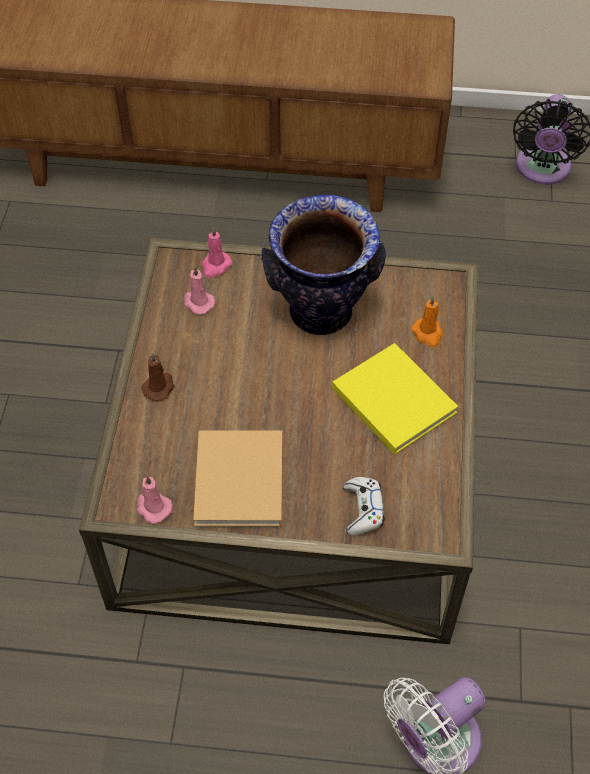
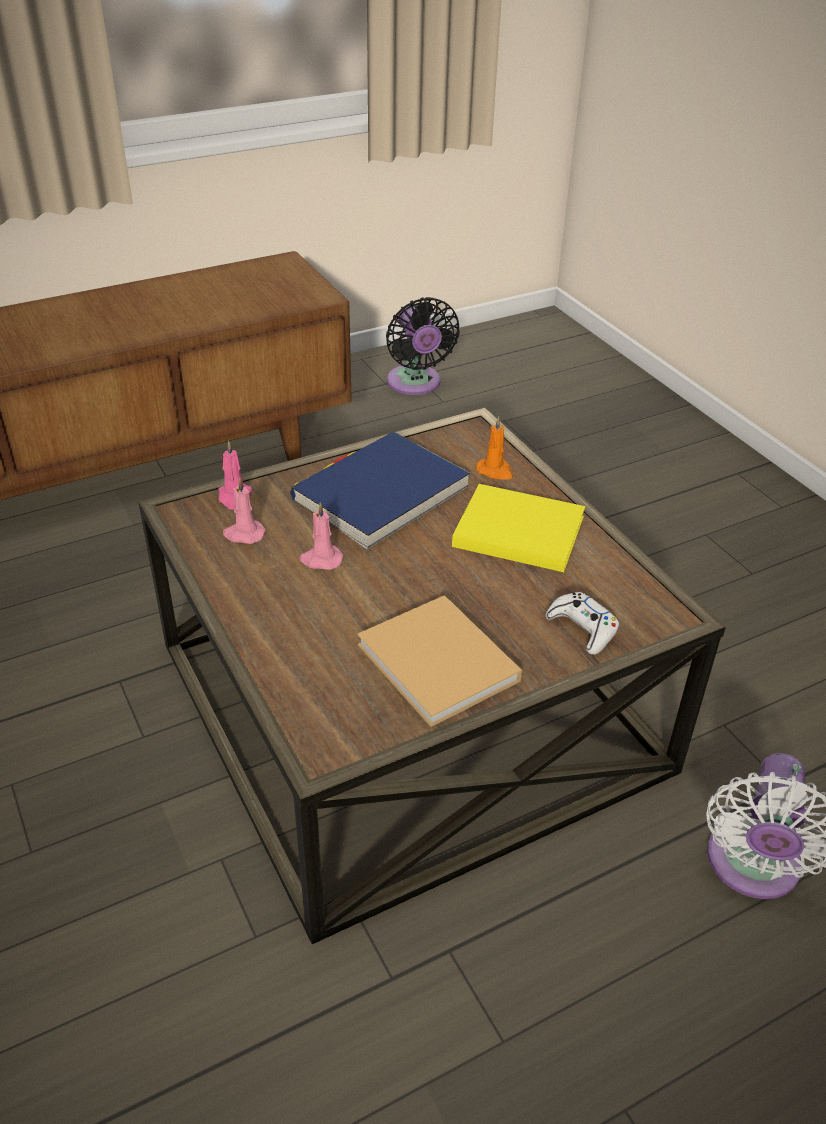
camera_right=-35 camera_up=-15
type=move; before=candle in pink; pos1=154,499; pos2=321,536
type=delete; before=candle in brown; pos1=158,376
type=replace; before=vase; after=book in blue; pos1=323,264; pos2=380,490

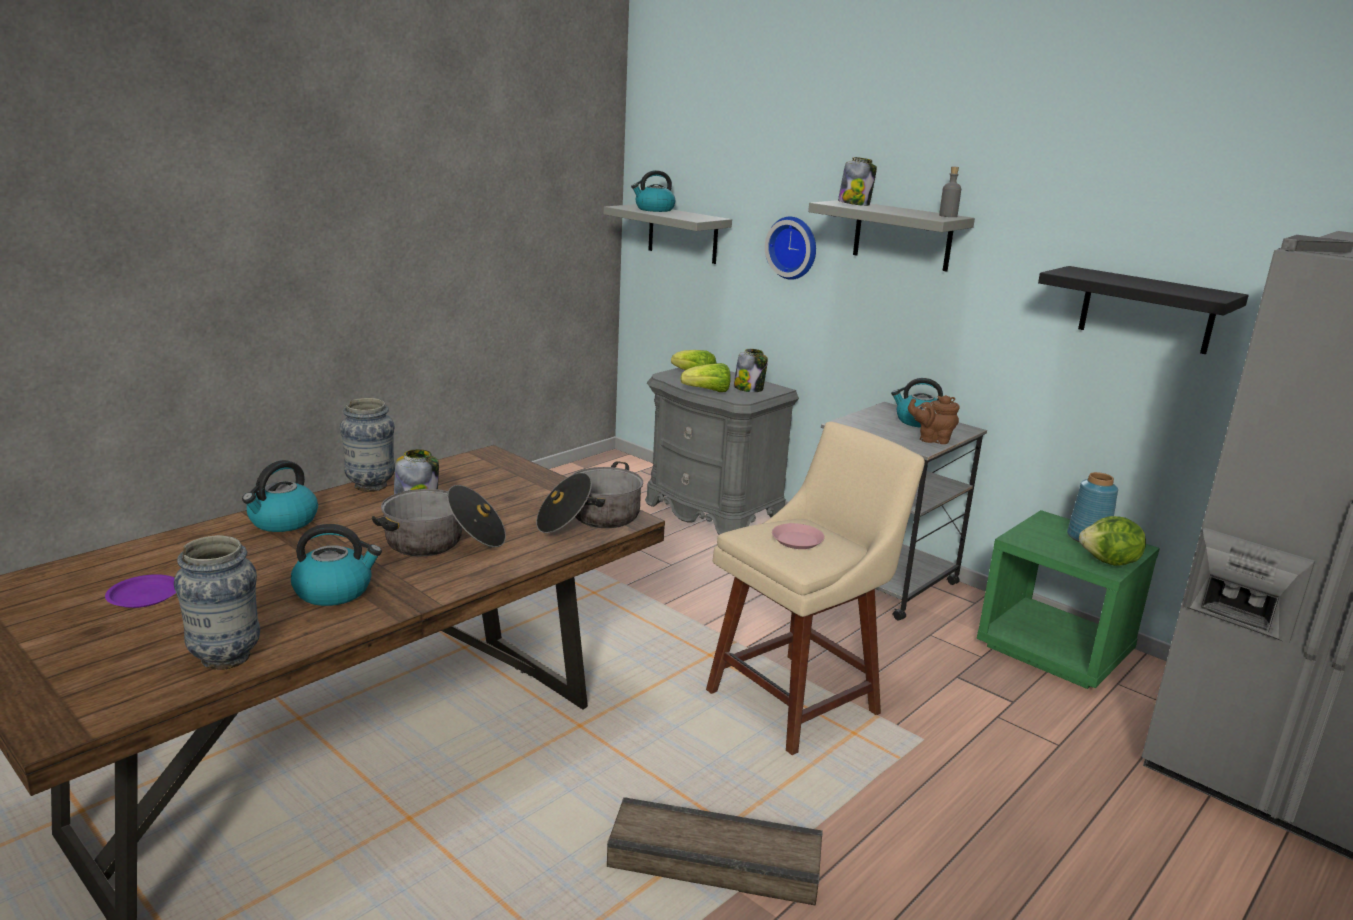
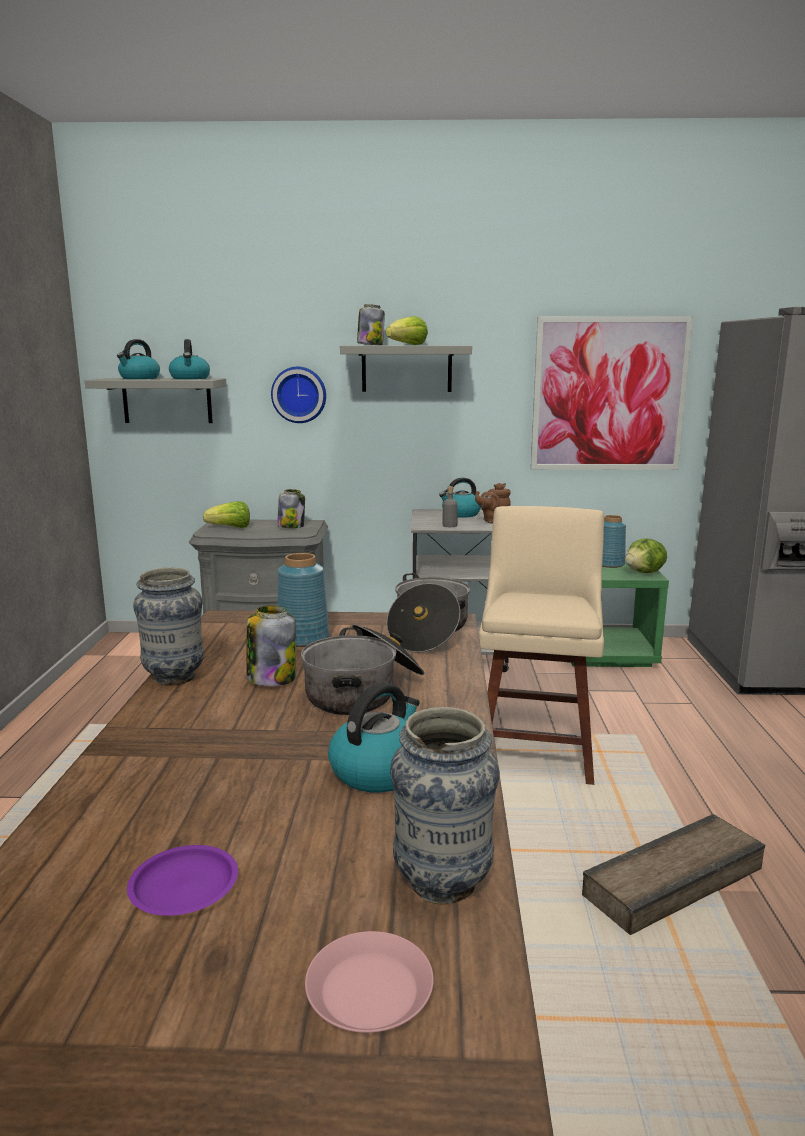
camera_right=-40 camera_up=-5
type=move; before=kettle; pos1=280,496; pos2=189,359
type=move; before=lettuce; pos1=705,377; pos2=407,330
type=move; before=plate in pink; pos1=798,536; pos2=369,982
type=move; before=bottle in grey; pos1=950,192; pos2=450,506
type=replace; before=shelf in black; after=picture; pos1=1143,310; pos2=612,393
type=insert; after=vase in blue; pos2=303,600

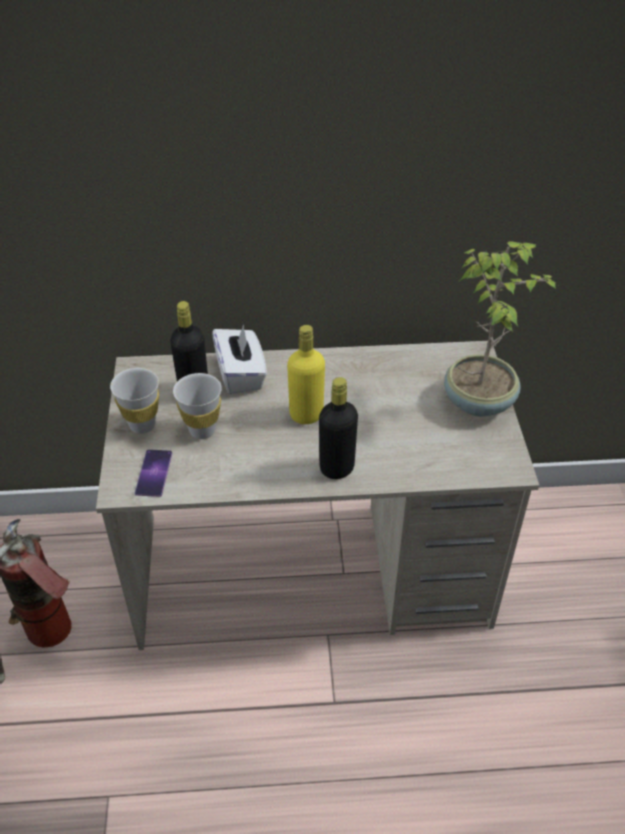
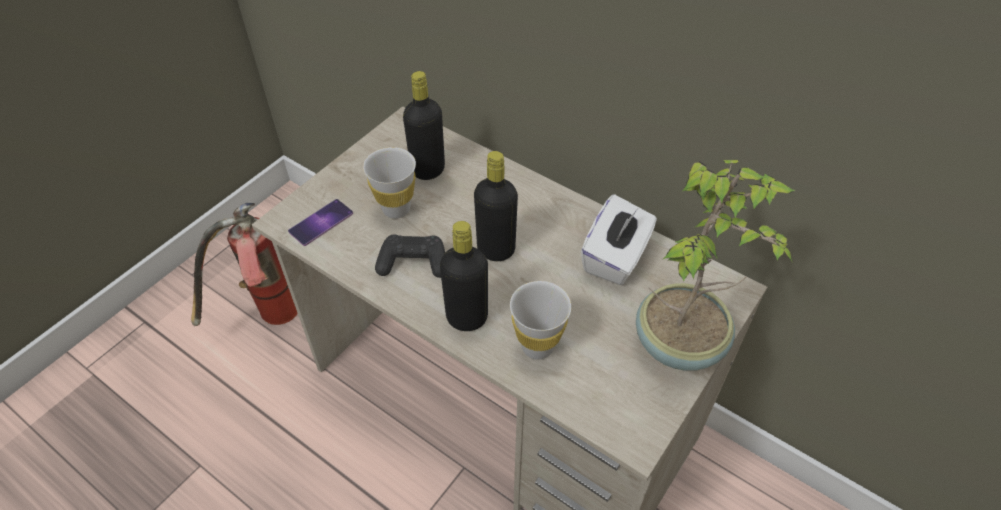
camera_right=40 camera_up=5
type=move; before=cup in white; pos1=134,401; pos2=540,320
type=move; before=tissue box in white; pos1=239,359; pos2=619,239
type=recolor; before=bottle in yellow; after=bottle in black; pos1=306,374; pos2=496,206
type=insert; after=game controller in black; pos2=410,256

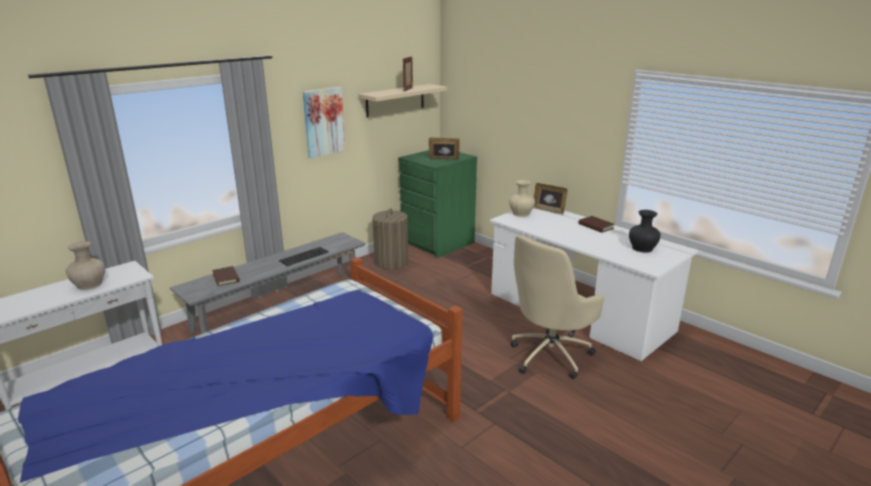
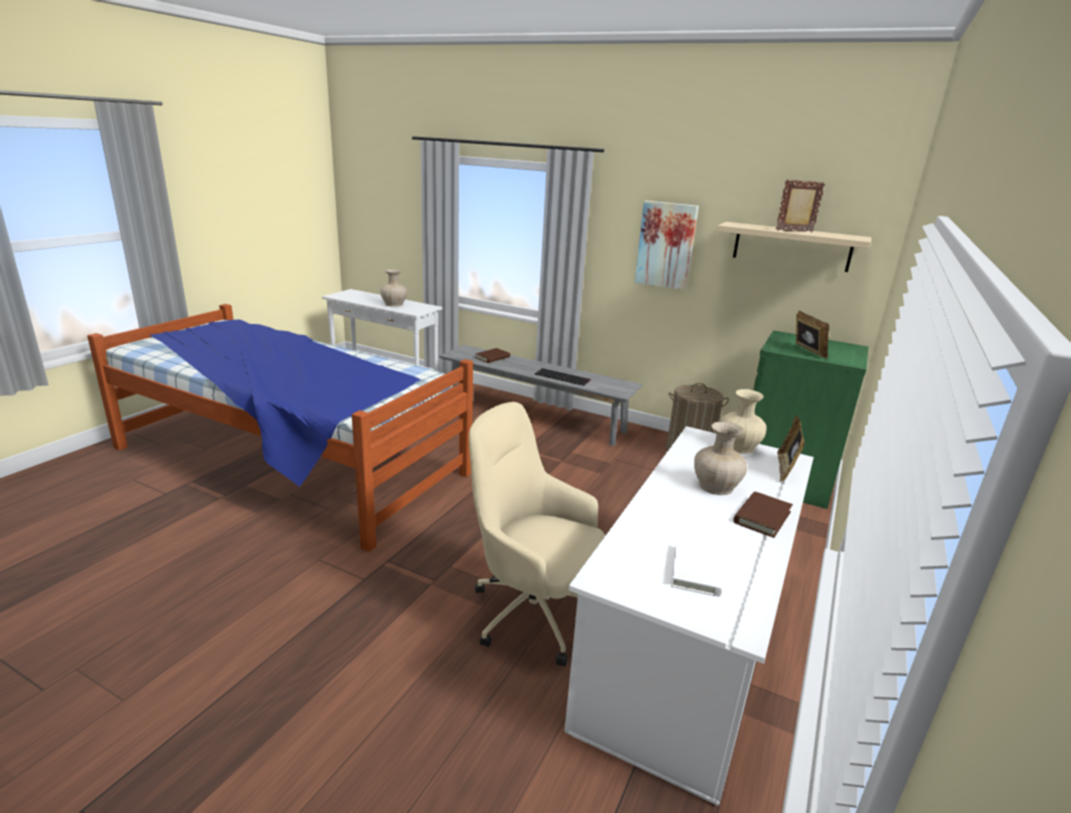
camera_right=70 camera_up=0
type=replace; before=vase in black; after=book in white; pos1=645,231; pos2=696,568
type=insert; after=vase in beige; pos2=720,458

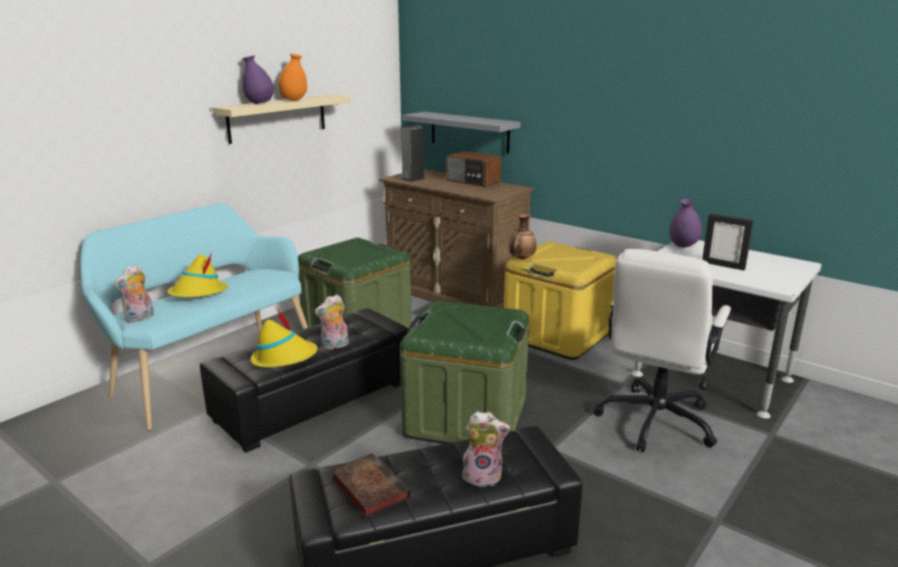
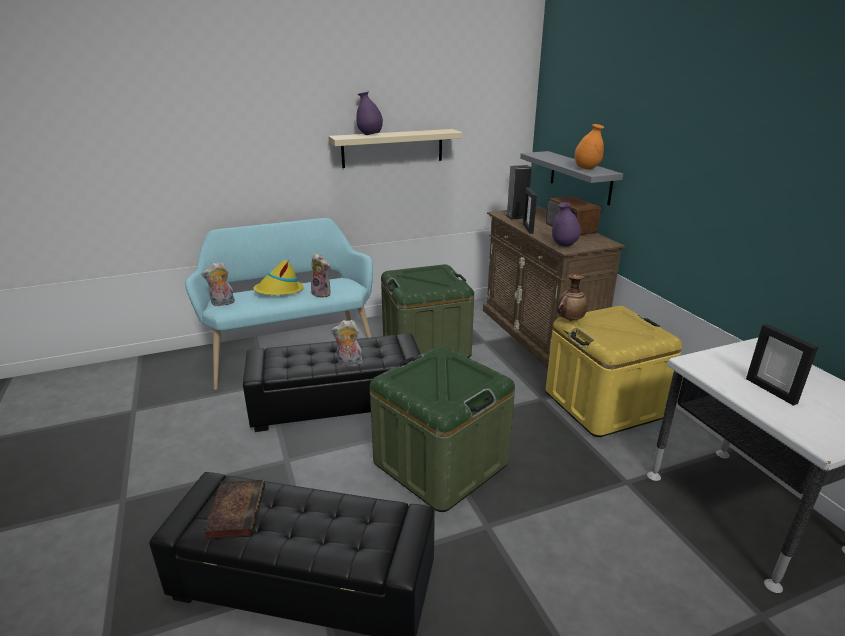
camera_right=30 camera_up=5
type=delete; before=hat in yellow; pos1=284,338
type=move; before=vase in orange; pos1=292,77; pos2=589,147
type=move; before=plush toy; pos1=486,449; pos2=321,275
type=delete; before=office chair in white; pos1=662,350
type=move; before=vase in purple; pos1=685,223; pos2=566,224
type=insert; after=picture frame; pos2=530,210

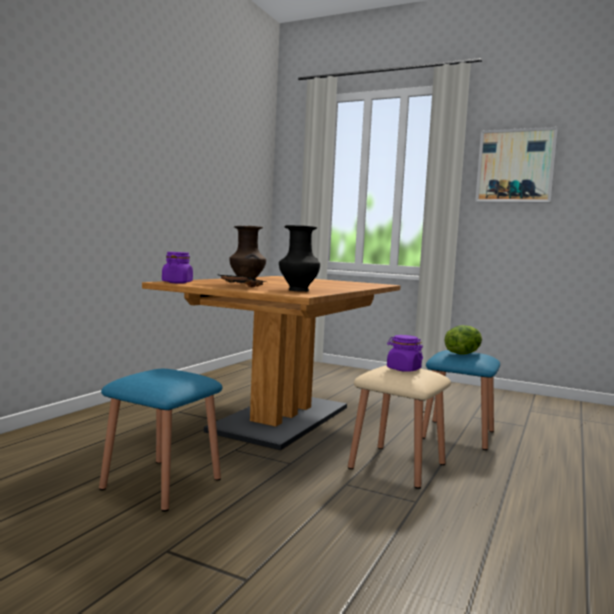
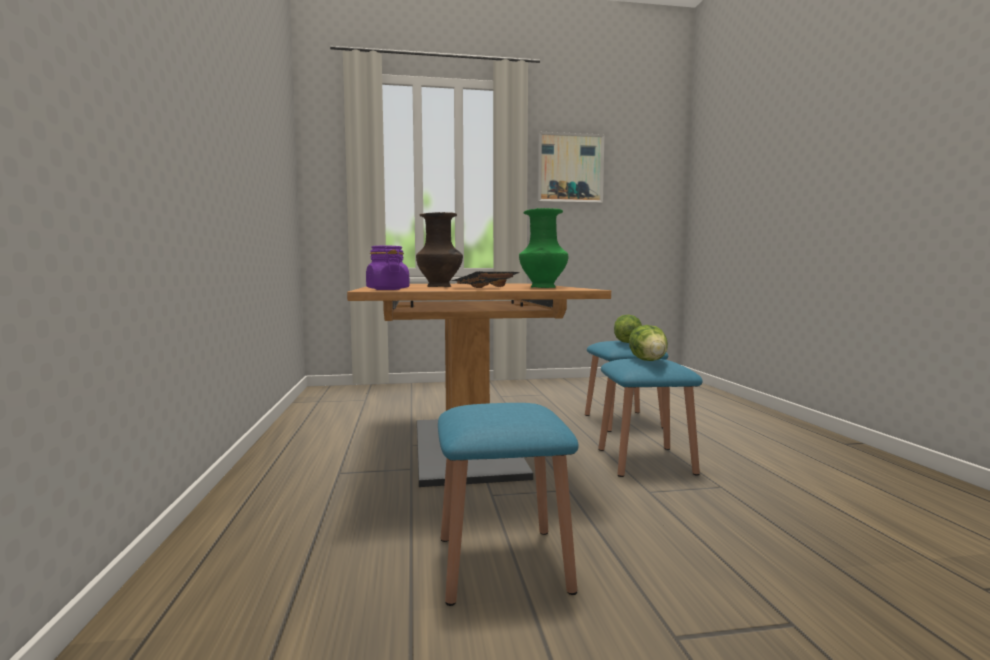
camera_right=-35 camera_up=0
type=recolor; before=vase in black; after=vase in green; pos1=299,258; pos2=543,248
type=recolor; before=stool in beige; after=stool in blue; pos1=399,427; pos2=650,417
type=replace; before=jar in purple; after=lettuce; pos1=405,353; pos2=648,343

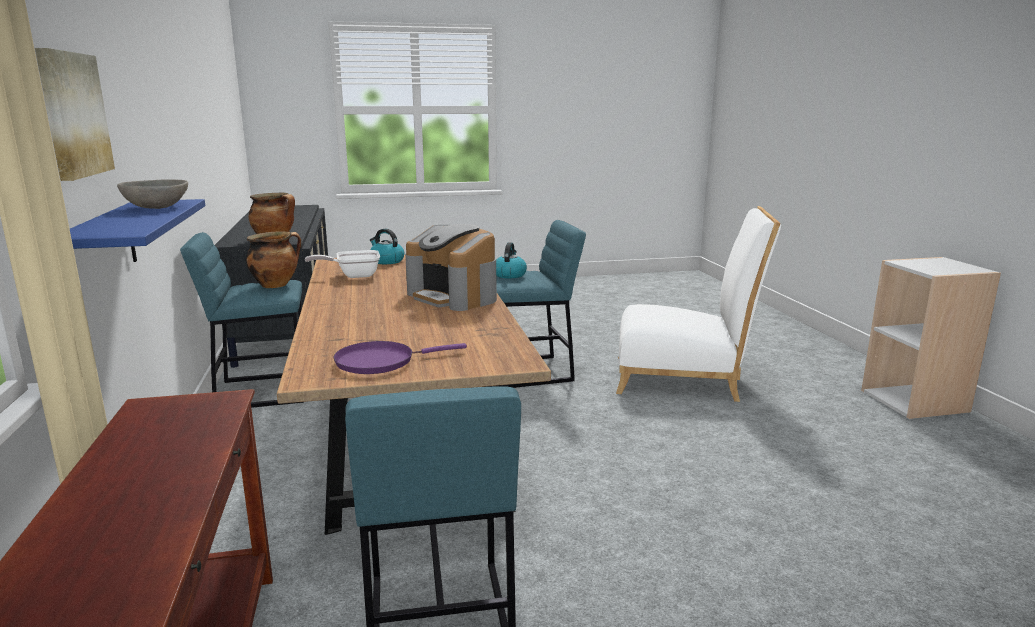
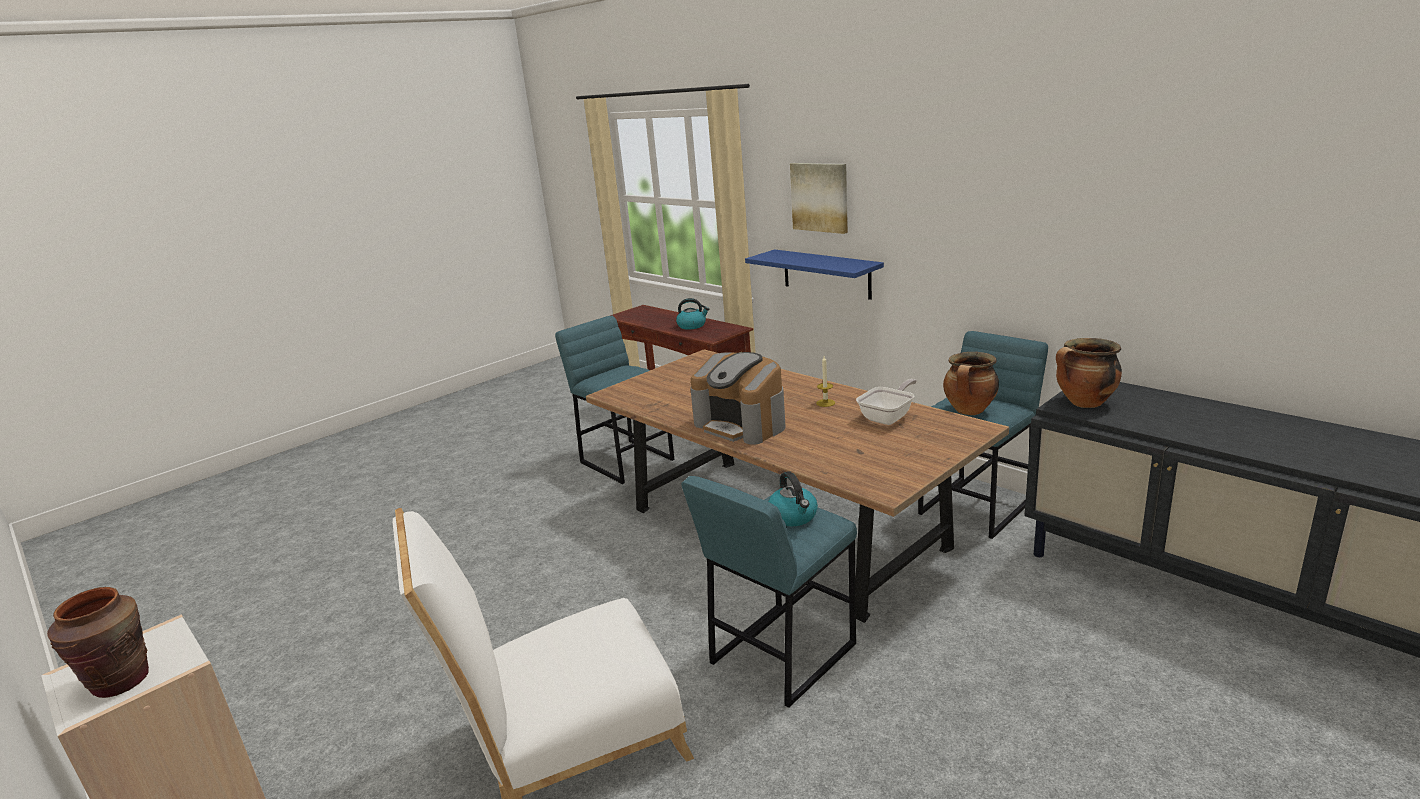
camera_right=150 camera_up=5
type=delete; before=bowl in grey; pos1=152,194
type=delete; before=frying pan in purple; pos1=400,357
type=move; before=kettle; pos1=387,246; pos2=692,314
type=rotate; before=coffee machine; pos1=451,267; pos2=737,398; turn=-150
type=insert; after=vase in brown; pos2=98,642
type=insert; after=candle; pos2=825,381

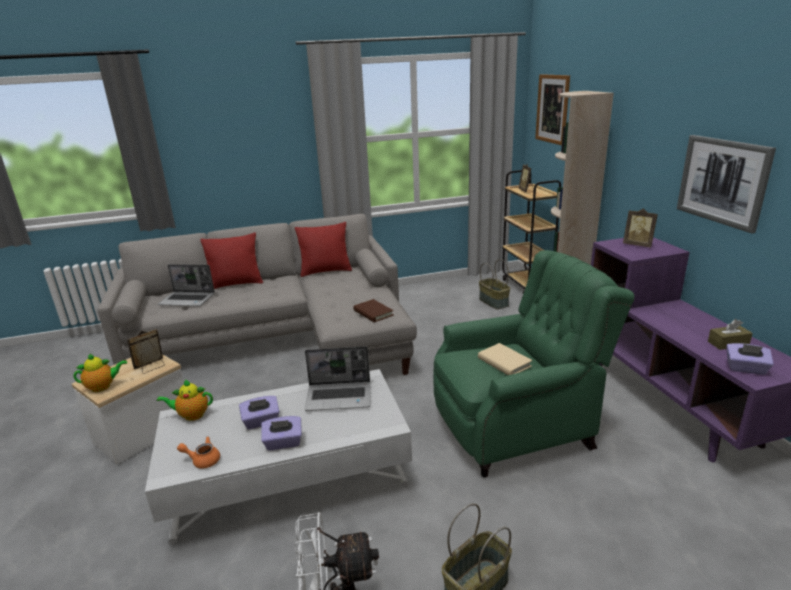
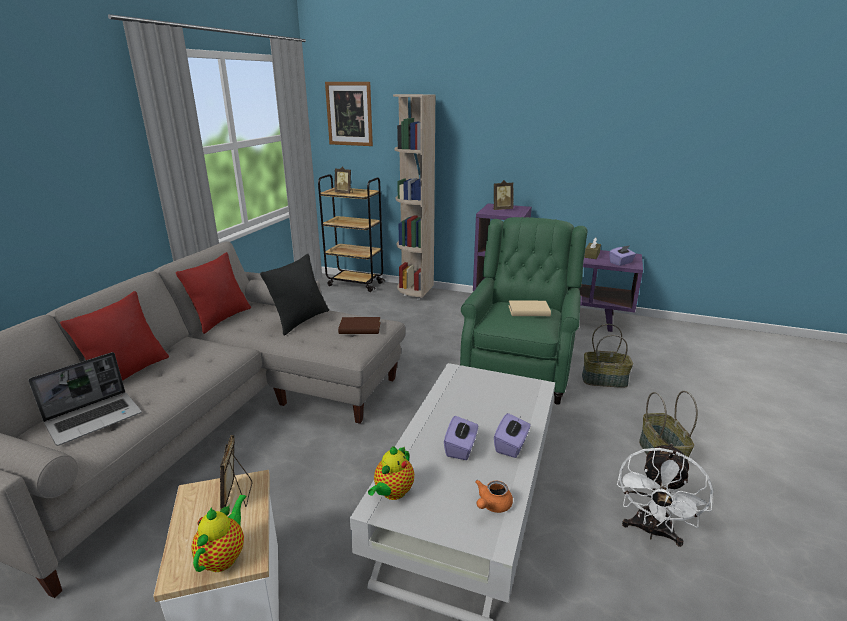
camera_right=-55 camera_up=0
type=delete; before=laptop; pos1=337,378
type=move; before=basket; pos1=494,284; pos2=607,356
type=delete; before=picture; pos1=726,184
type=insert; after=pillow in black; pos2=294,295

